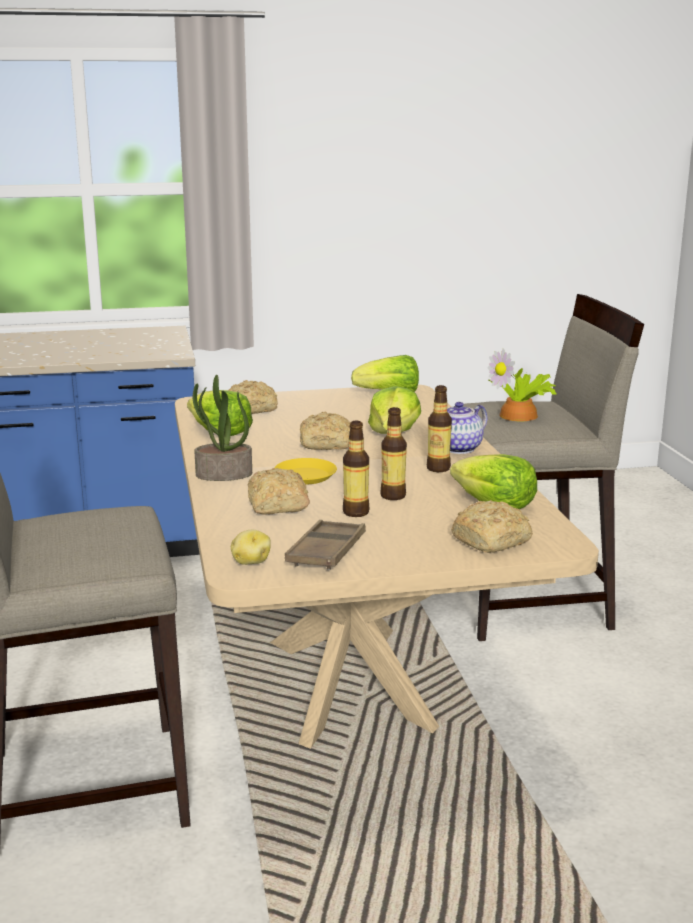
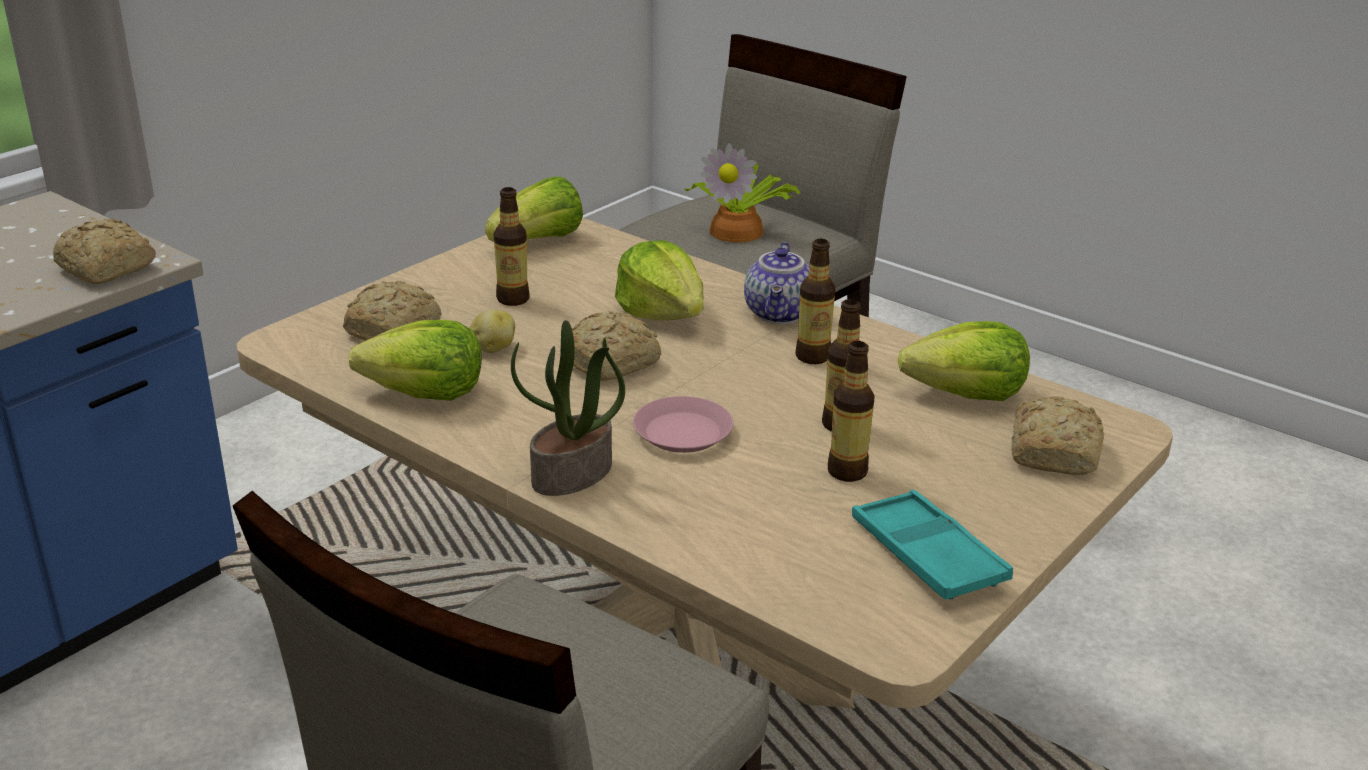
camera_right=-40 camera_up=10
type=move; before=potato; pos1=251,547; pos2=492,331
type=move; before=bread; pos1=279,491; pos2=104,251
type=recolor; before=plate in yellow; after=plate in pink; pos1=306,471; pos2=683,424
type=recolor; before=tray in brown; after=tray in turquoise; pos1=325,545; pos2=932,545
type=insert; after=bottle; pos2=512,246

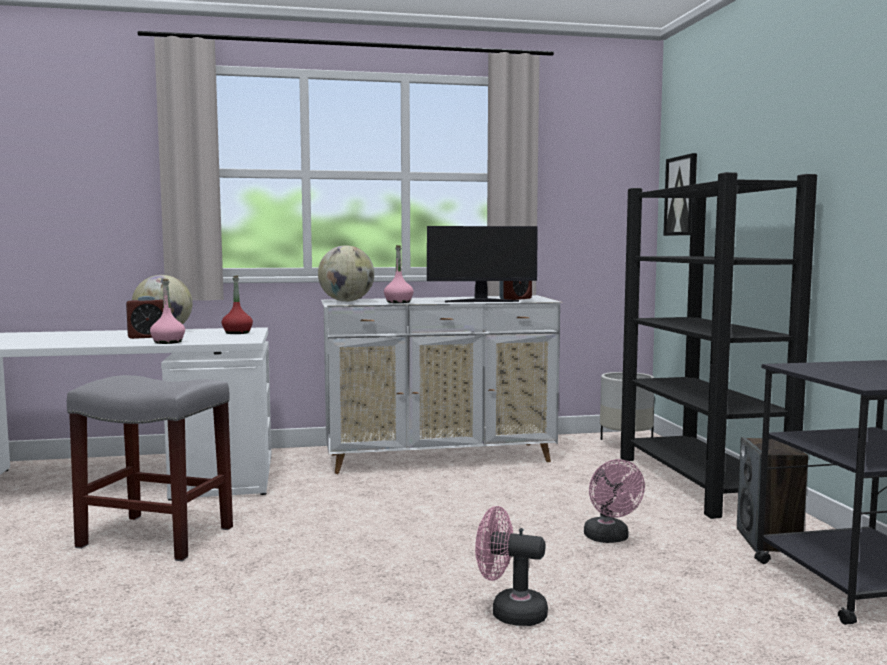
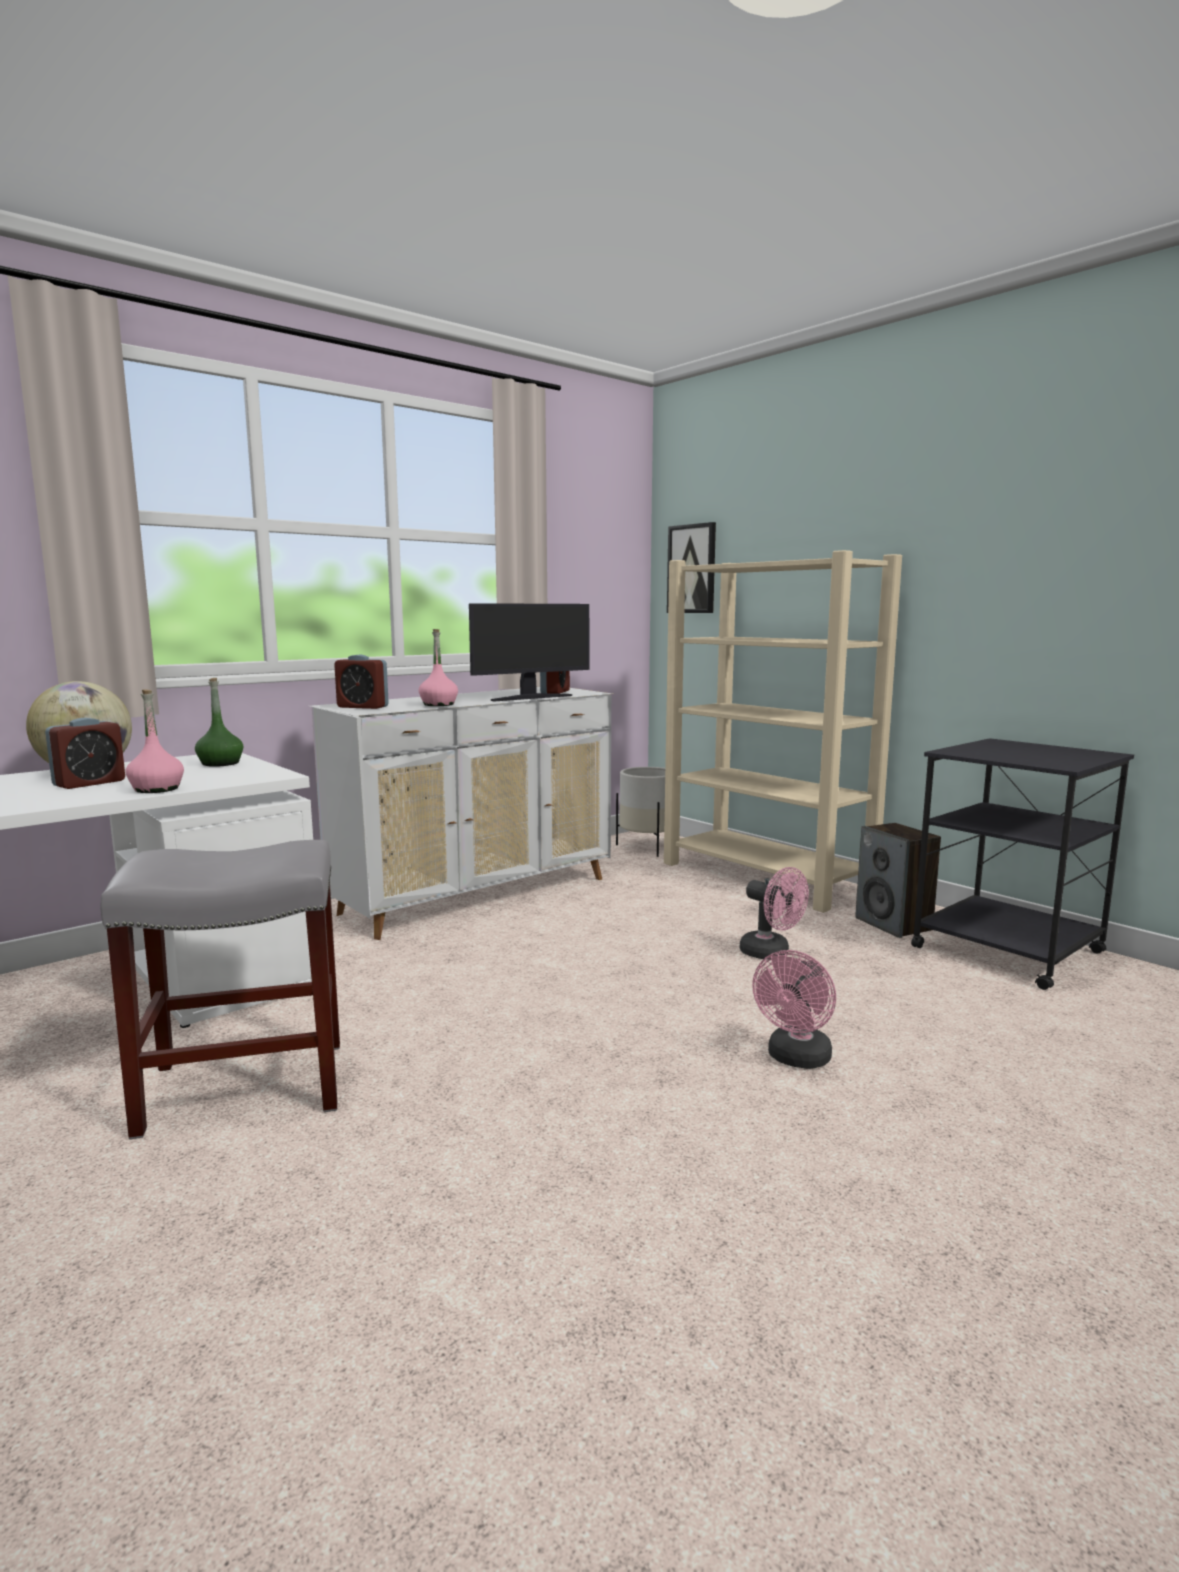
camera_right=-30 camera_up=5
type=recolor; before=bottle in red; after=bottle in green; pos1=237,304; pos2=219,722
type=replace; before=globe; after=alarm clock; pos1=346,273; pos2=361,681
type=rotate; before=fan in pink; pos1=511,566; pos2=794,1009; turn=-45
type=recolor; before=bookcase in black; after=bookcase in beige; pos1=718,345; pos2=783,731

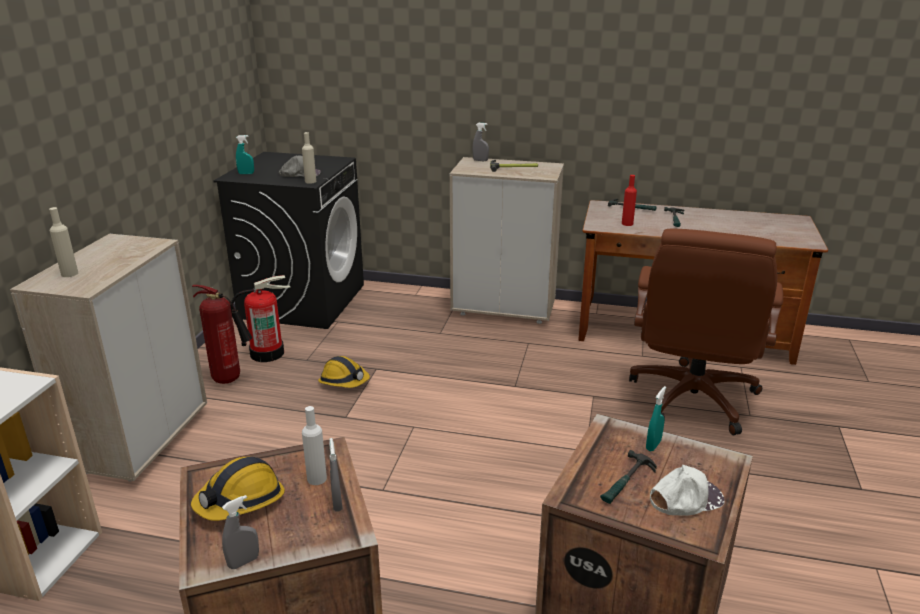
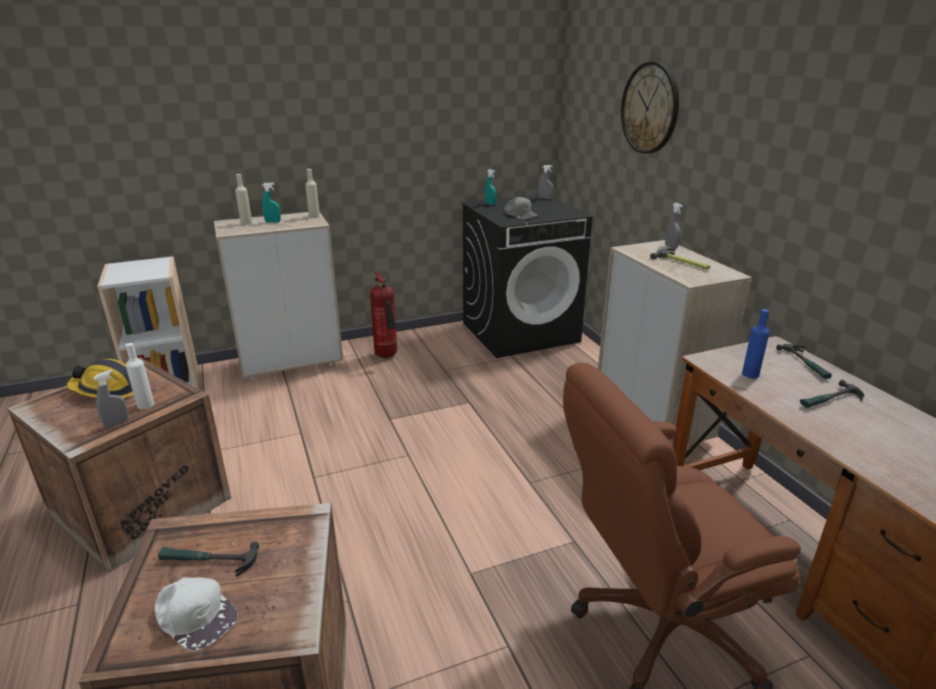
camera_right=55 camera_up=0
type=move; before=spray bottle in grey; pos1=240,532; pos2=545,182
type=delete; before=fire extinguisher; pos1=260,318
type=move; before=bottle in beige; pos1=309,158; pos2=312,193
type=delete; before=hard hat; pos1=344,372
type=recolor; before=bottle in red; after=bottle in blue; pos1=629,200; pos2=755,343
type=move; before=spray bottle in turquoise; pos1=656,418; pos2=271,202
type=insert; after=wall clock; pos2=650,108

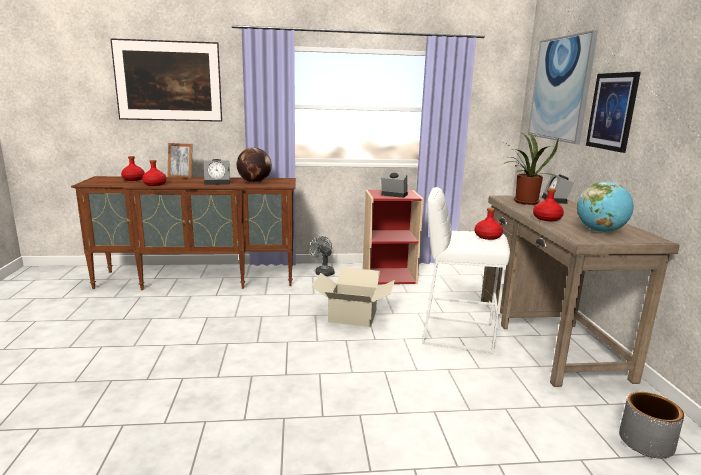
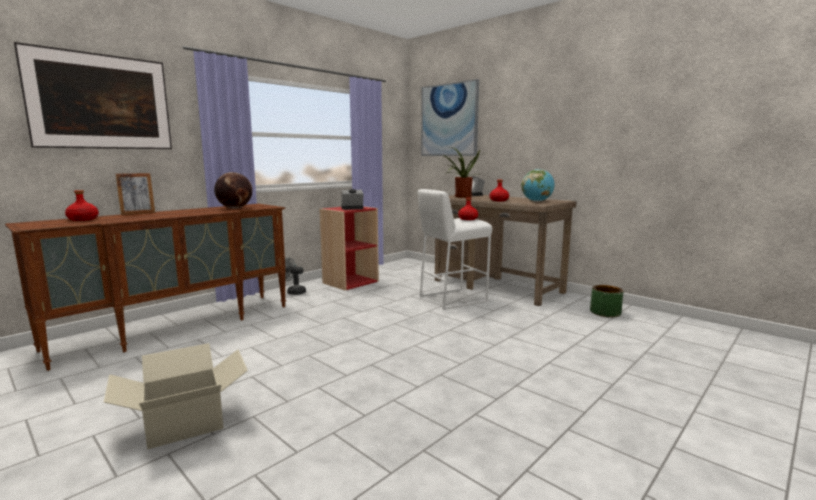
camera_right=-40 camera_up=-5
type=delete; before=bottle in red; pos1=154,173
type=delete; before=alarm clock; pos1=217,172
type=move; before=cardboard box; pos1=353,297; pos2=176,396
type=delete; before=picture; pos1=613,112
type=recolor; before=planter in grey; after=planter in green; pos1=651,425; pos2=606,301

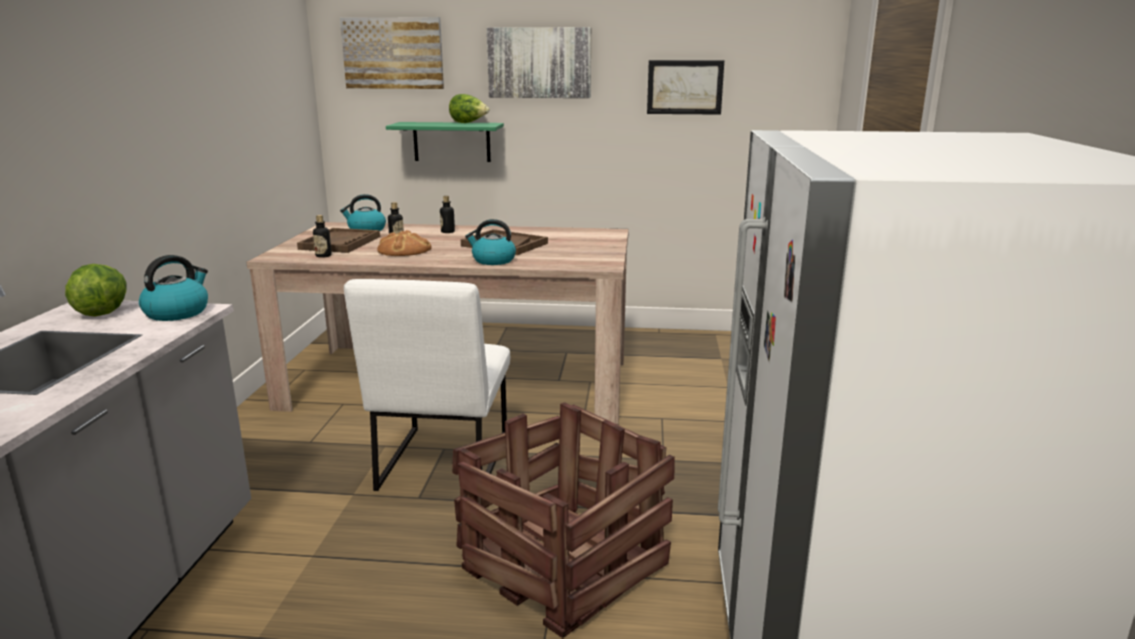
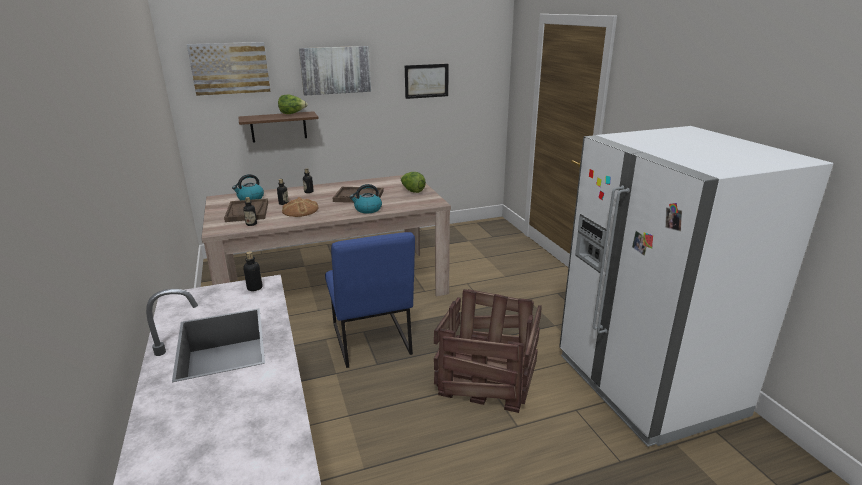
camera_right=-25 camera_up=5
type=move; before=lettuce; pos1=96,290; pos2=413,182
type=replace; before=kettle; after=bottle; pos1=173,288; pos2=253,271
type=recolor; before=chair in white; after=chair in blue; pos1=427,385; pos2=370,300
type=recolor; before=shelf in green; after=shelf in brown; pos1=445,142; pos2=278,127

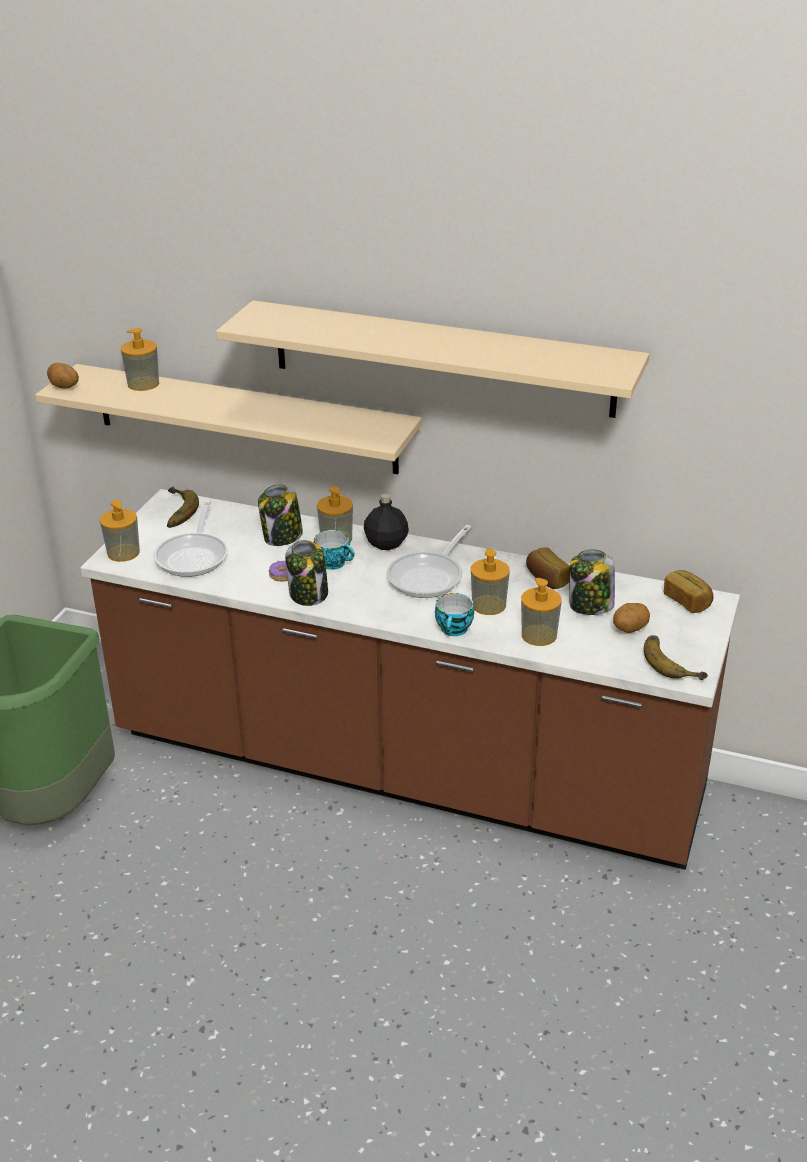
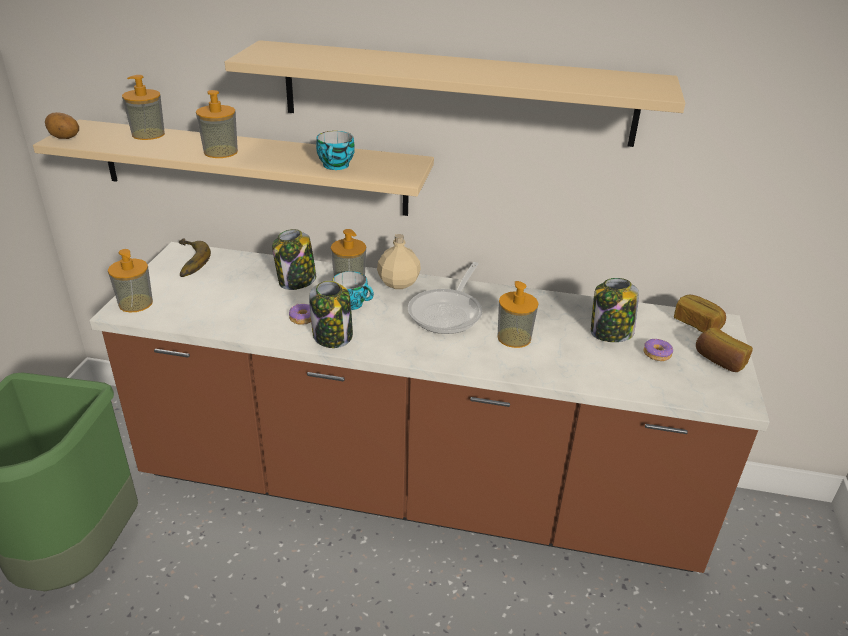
camera_right=-10 camera_up=0
type=delete; before=frying pan; pos1=190,539
type=recolor; before=bottle in black; after=bottle in beige; pos1=386,522; pos2=399,261
type=move; before=cup; pos1=454,614; pos2=335,150
type=move; before=soap dispenser; pos1=541,612; pos2=217,124
type=move; before=bread; pos1=548,568; pos2=724,349
type=replace; before=potato; after=donut; pos1=631,618; pos2=658,350
type=delete; before=banana; pos1=676,657

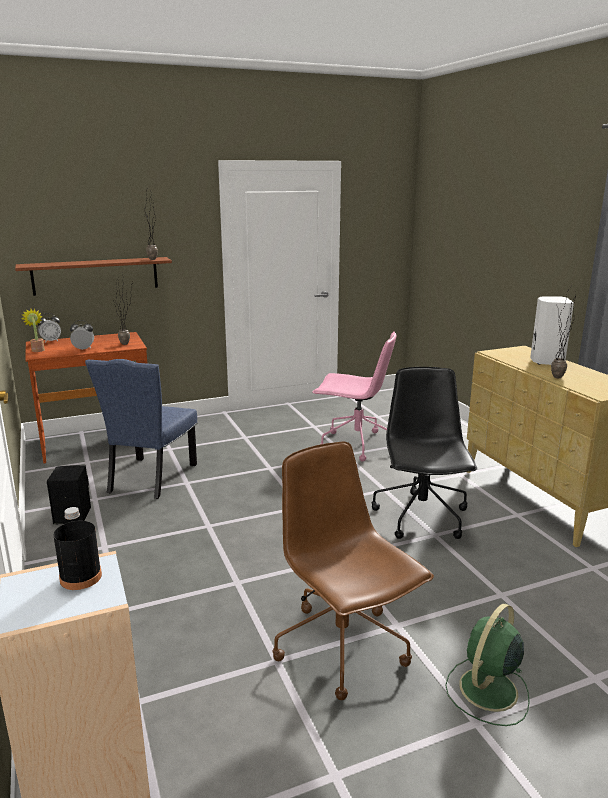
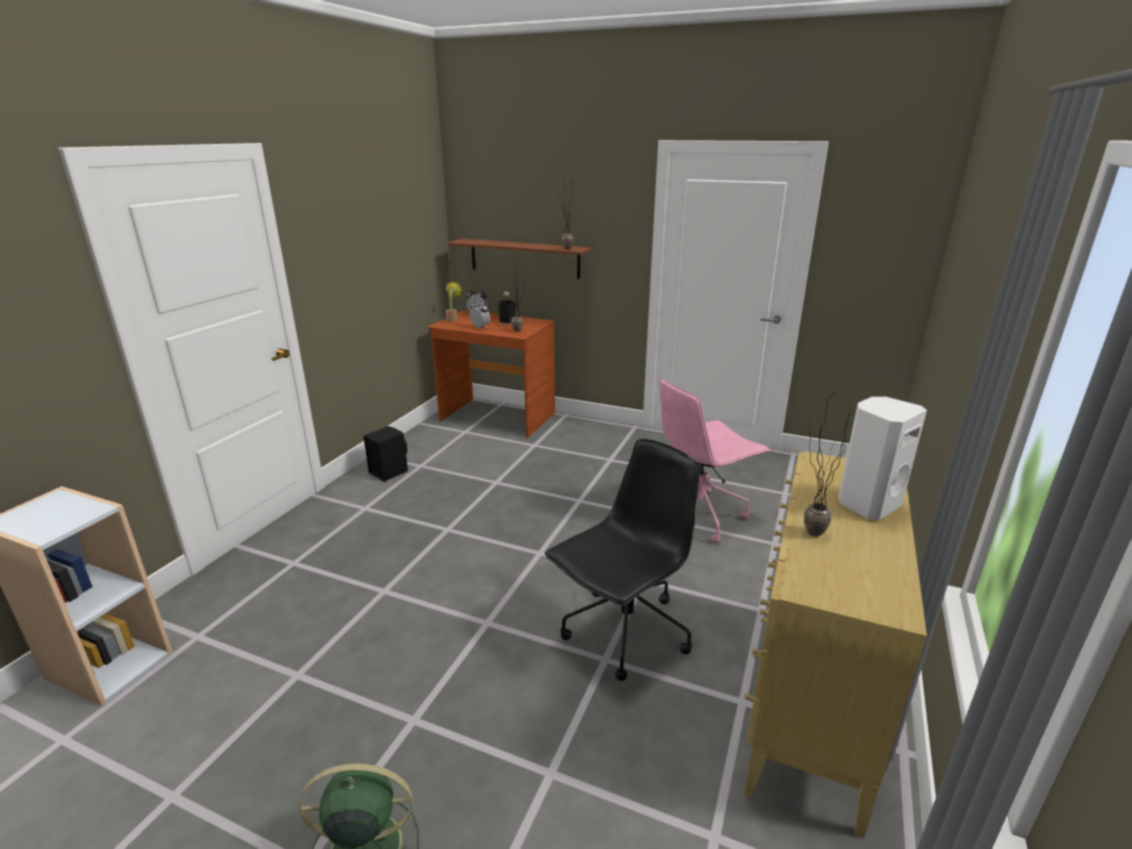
camera_right=45 camera_up=5
type=move; before=bottle in black; pos1=77,548; pos2=507,309
type=delete; before=chair in blue; pos1=141,429
type=delete; before=office chair in brown; pos1=353,571
type=rotate; before=office chair in pink; pos1=354,396; pos2=714,460; turn=90

